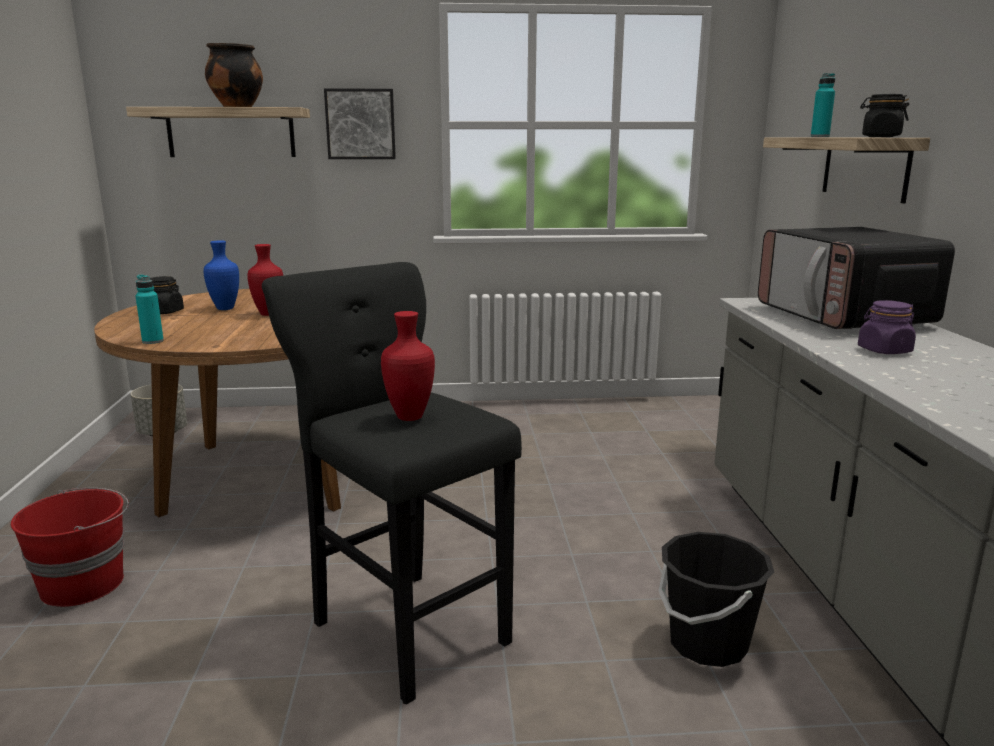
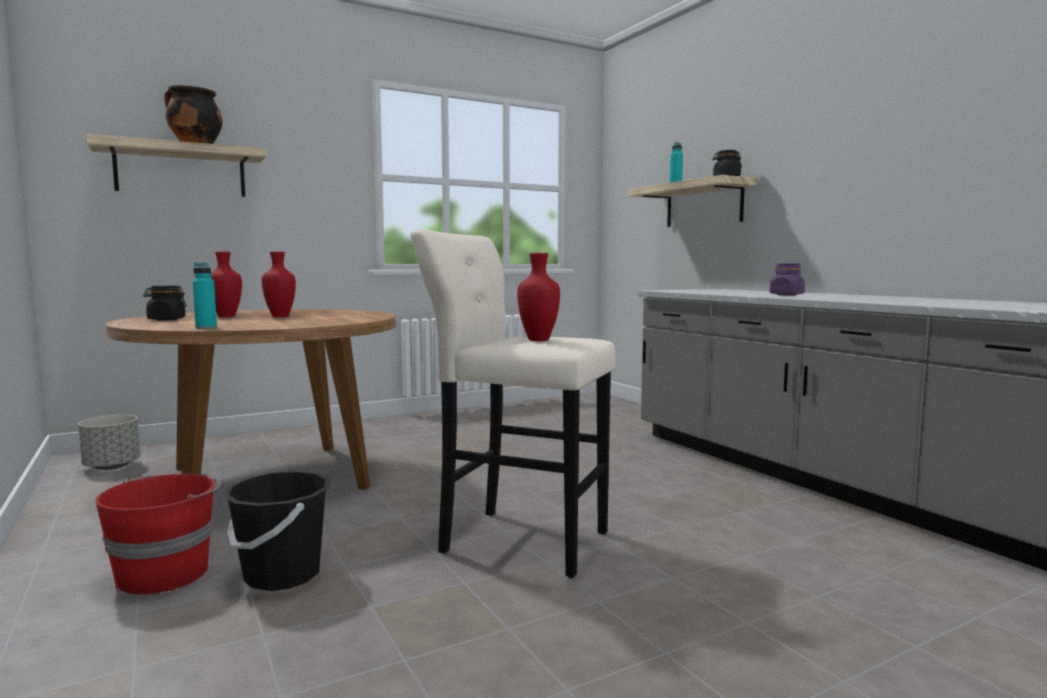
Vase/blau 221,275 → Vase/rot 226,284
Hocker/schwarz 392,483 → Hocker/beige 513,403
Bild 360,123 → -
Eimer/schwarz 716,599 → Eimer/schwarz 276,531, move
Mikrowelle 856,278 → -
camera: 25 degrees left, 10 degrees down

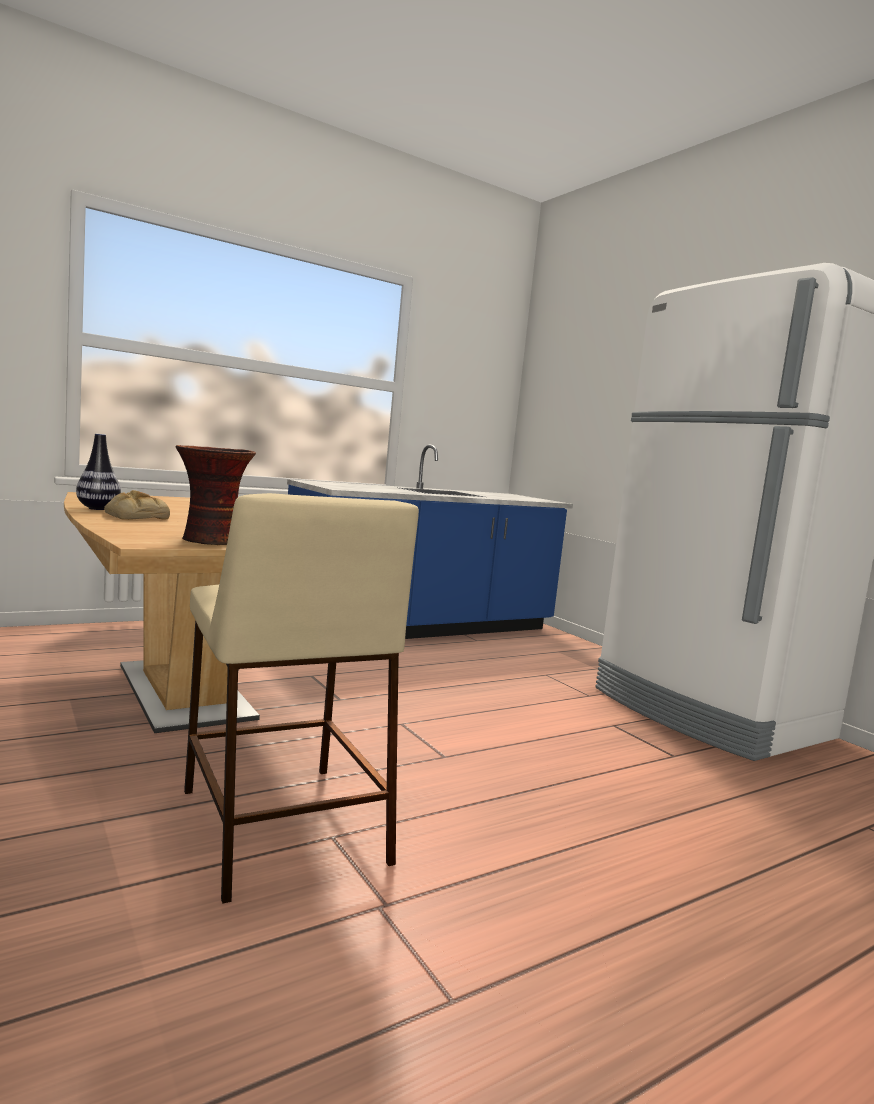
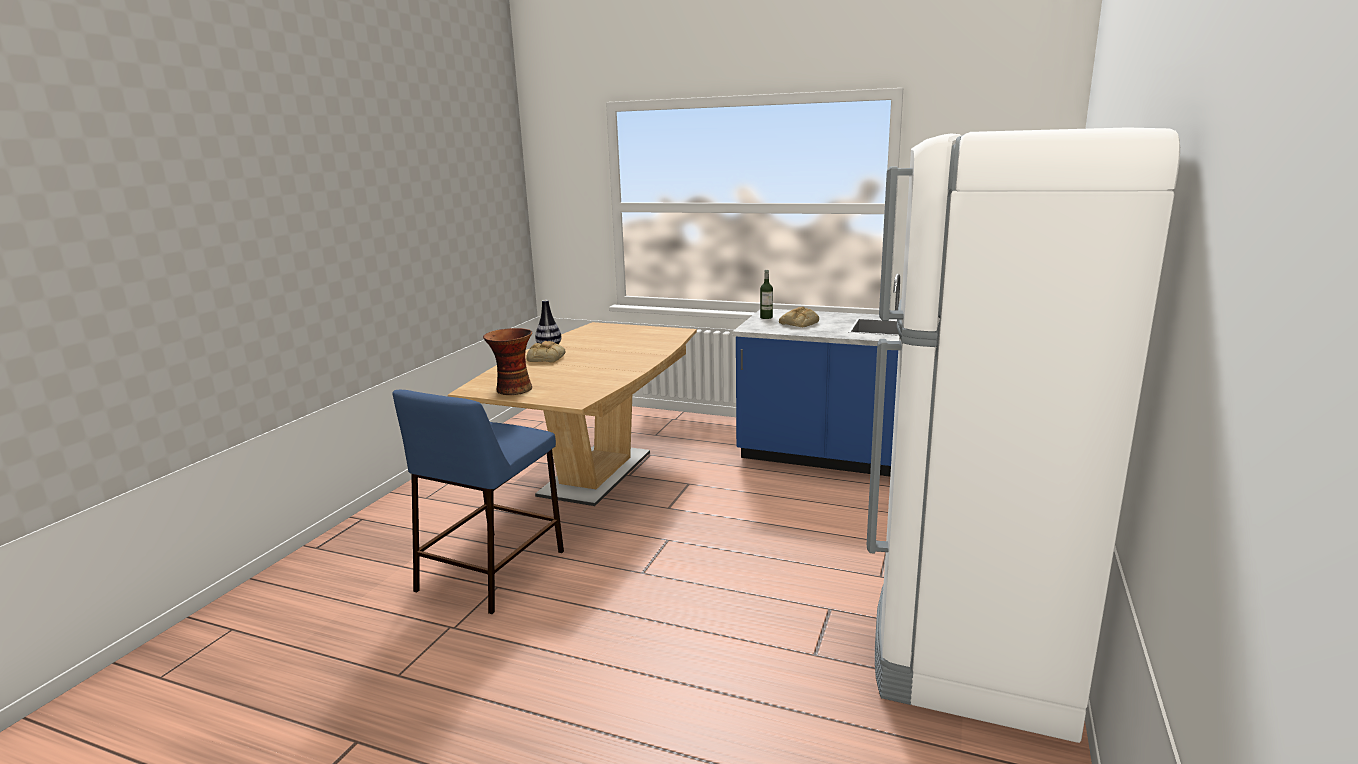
Hocker/beige 301,698 → Hocker/blau 478,502
- → Flasche 766,294
- → Brot 799,317
camera: 55 degrees right, 10 degrees up

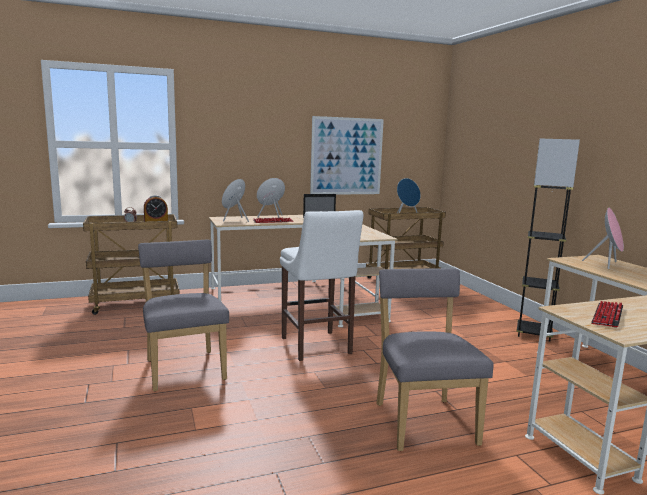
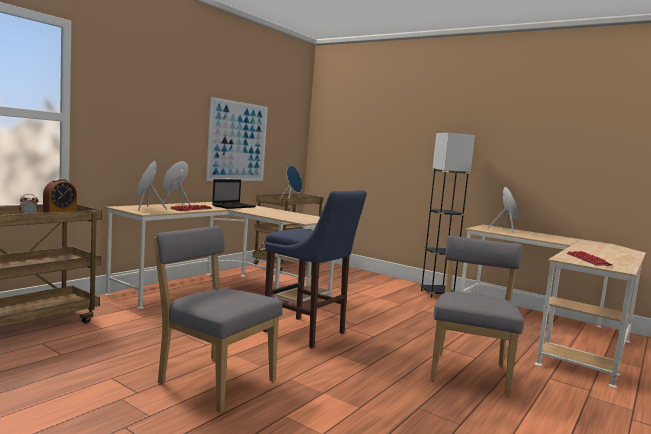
Hocker/weiß 321,285 → Hocker/blau 315,269
Stuhl/grau 435,359 → Stuhl/grau 477,316, 60 degrees clockwise
camera: 35 degrees left, 5 degrees down

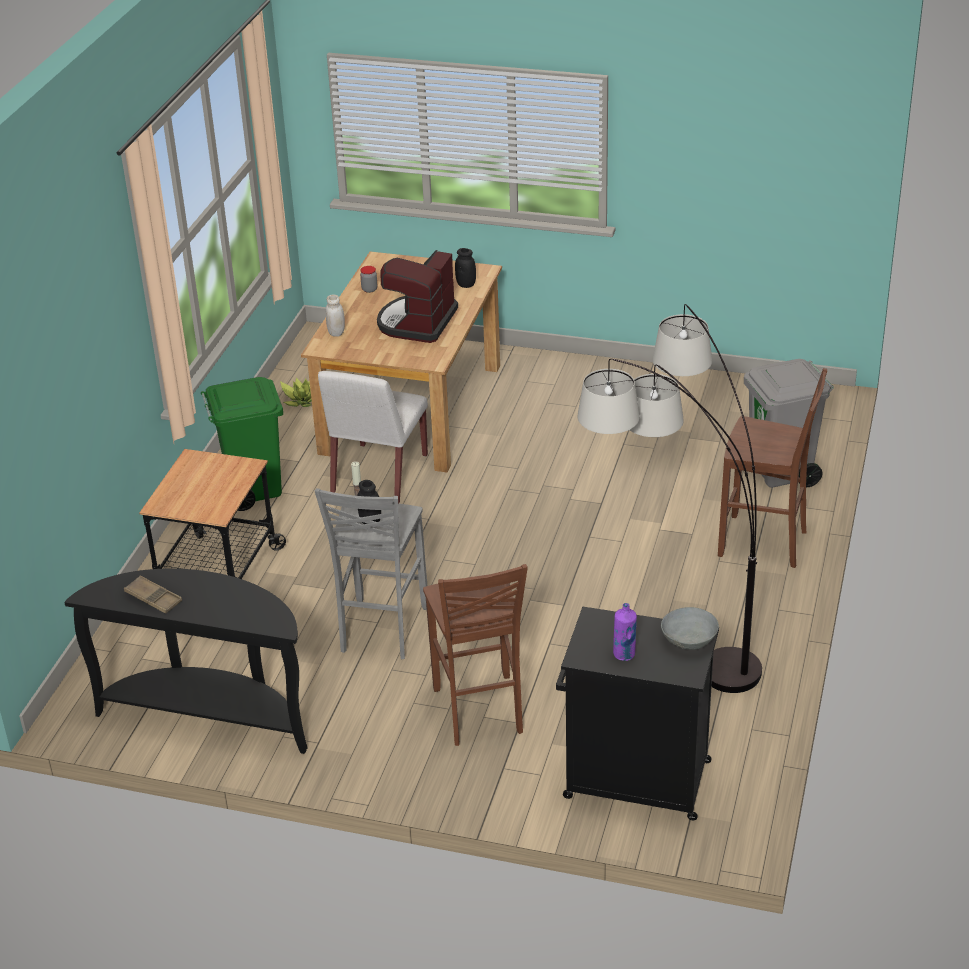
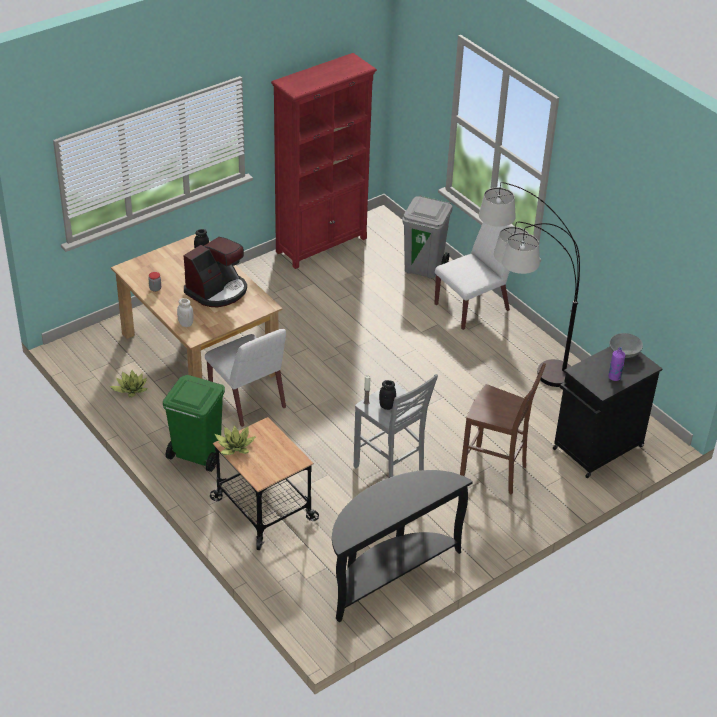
Tablett/braun 153,594 → -
Kaffeemaschine 417,296 → Kaffeemaschine 215,272, 105 degrees counterclockwise
Hocker/braun 772,468 → Stuhl/weiß 474,276
- → Topfpflanze 235,440
- → Bücherregal/rot 324,161
camera: 55 degrees left, 5 degrees up

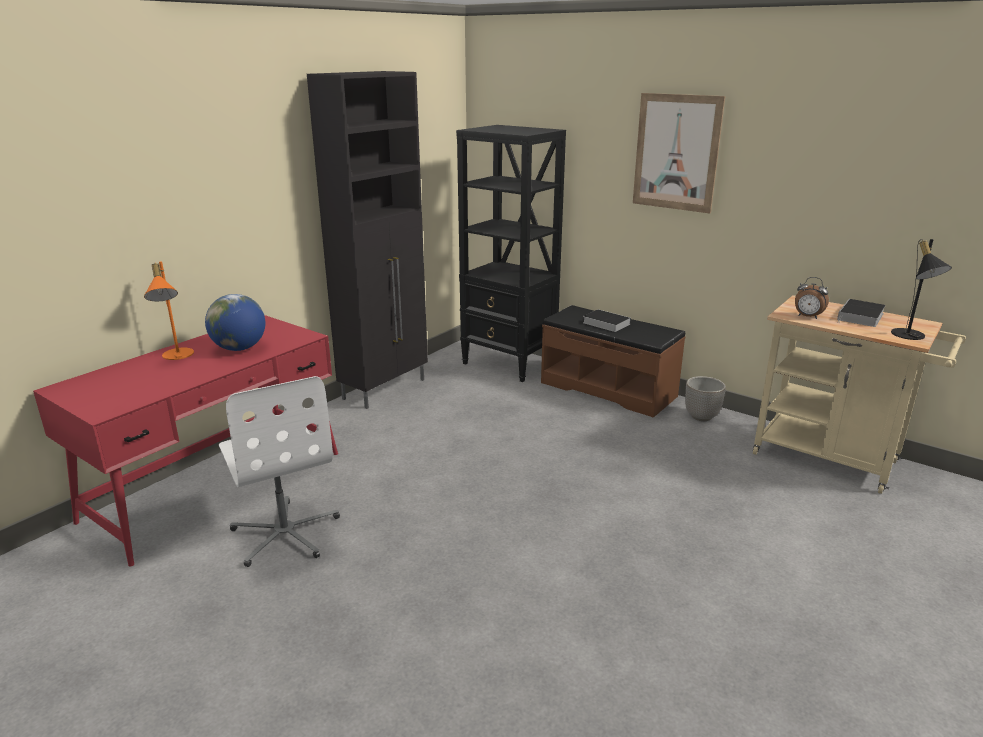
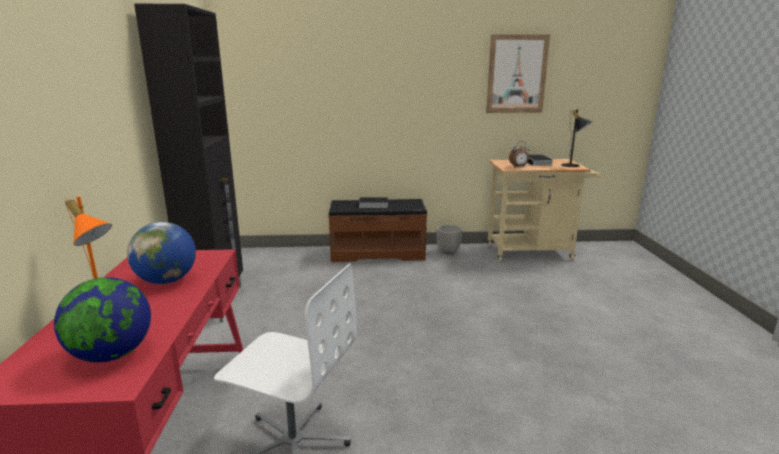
Bücherregal/schwarz 511,253 → -
Bild 679,153 → Bild 518,73, move
- → Globus 102,319
camera: 40 degrees left, 5 degrees down

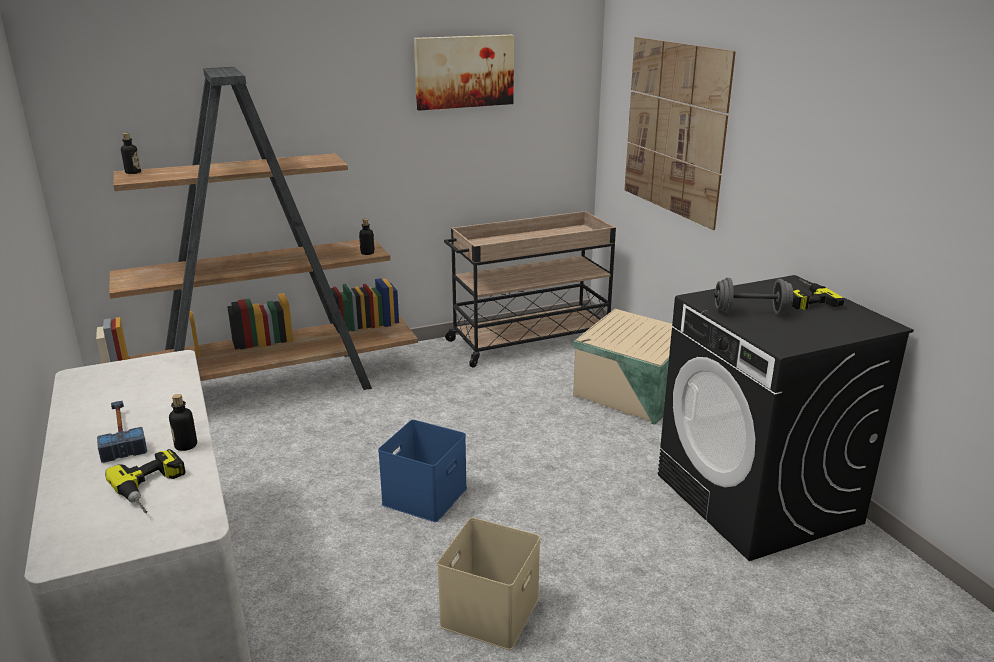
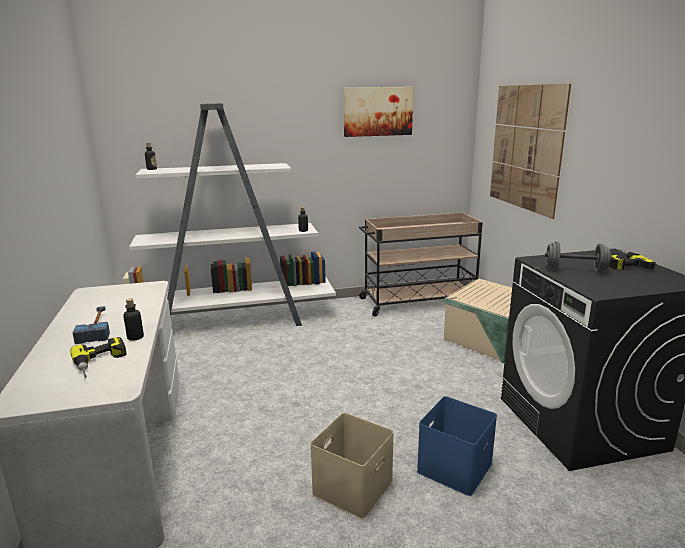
Bücherregal/braun 257,228 → Bücherregal/weiß 229,214
Aufbewahrungsbox/blau 422,471 → Aufbewahrungsbox/blau 457,446, move
camera: 10 degrees right, 5 degrees down

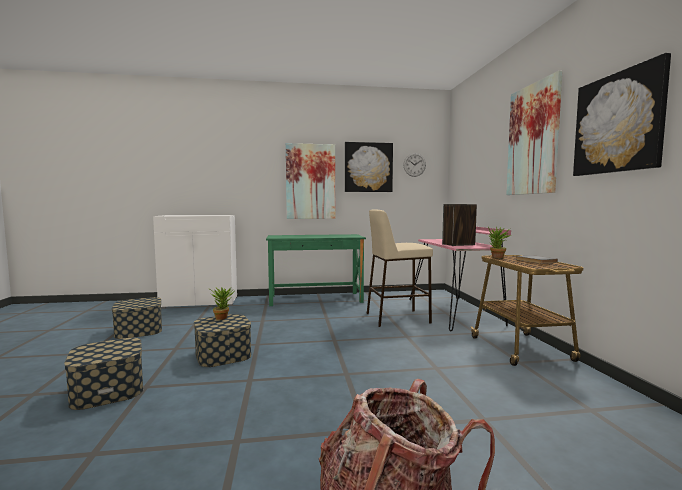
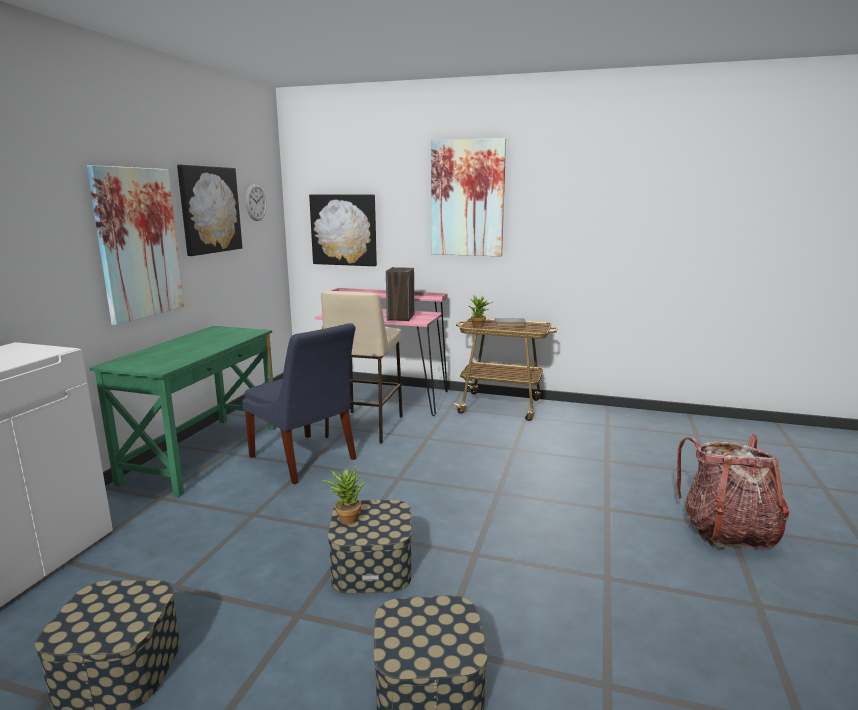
Bild 622,114 → Bild 343,230, move
- → Stuhl/blau 299,403
camera: 65 degrees left, 10 degrees up

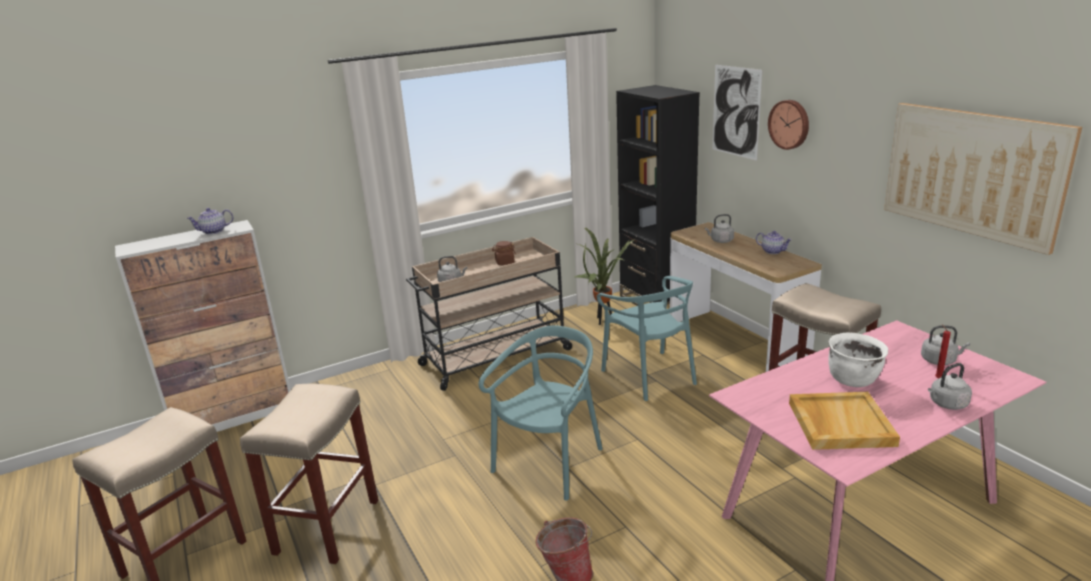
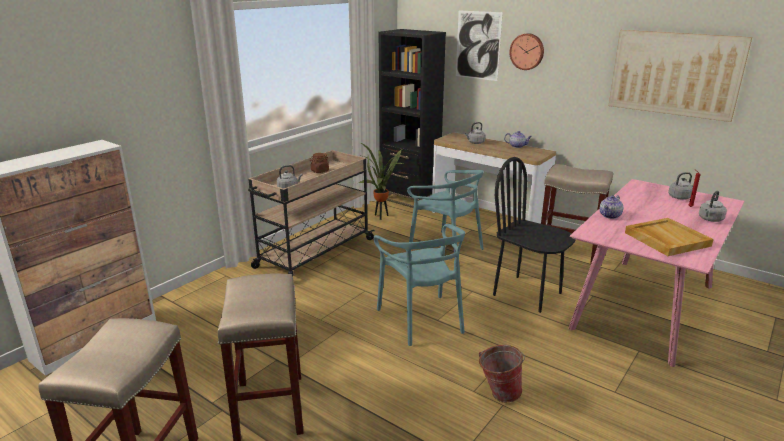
Teekanne 210,221 → Teekanne 611,207, move
Stuhl/türkis 540,413 → Stuhl/türkis 419,285, 150 degrees clockwise
Kochtopf/weiß 858,359 → -
- → Stuhl/schwarz 534,235
camera: 25 degrees left, 0 degrees up

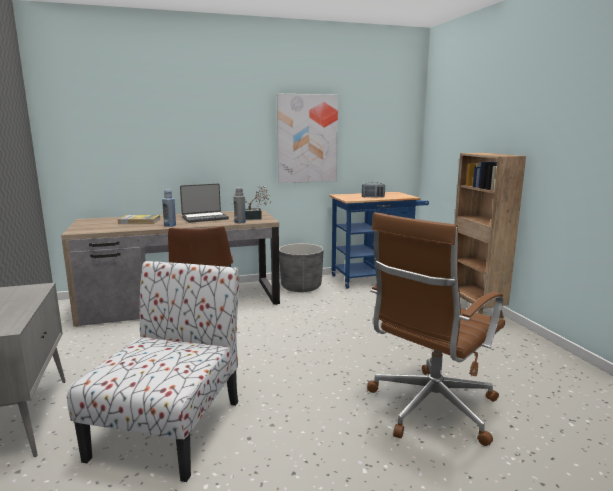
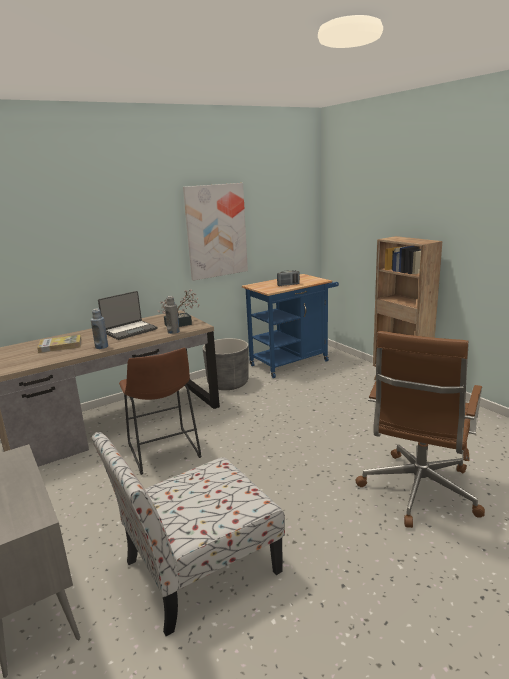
Stuhl 153,371 → Stuhl 188,534, 120 degrees counterclockwise
camera: 15 degrees left, 5 degrees up

